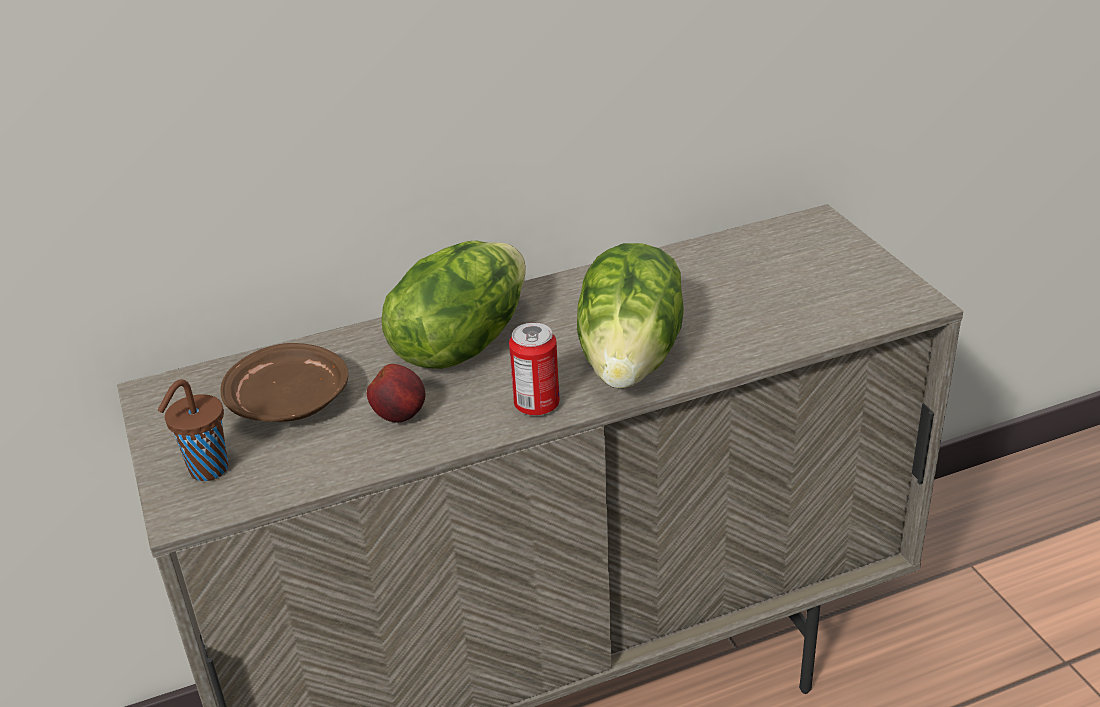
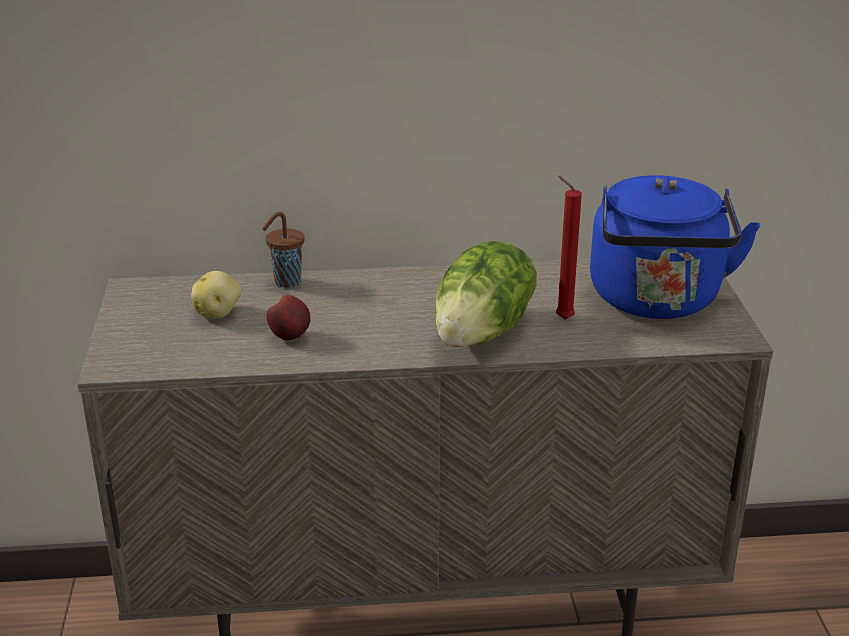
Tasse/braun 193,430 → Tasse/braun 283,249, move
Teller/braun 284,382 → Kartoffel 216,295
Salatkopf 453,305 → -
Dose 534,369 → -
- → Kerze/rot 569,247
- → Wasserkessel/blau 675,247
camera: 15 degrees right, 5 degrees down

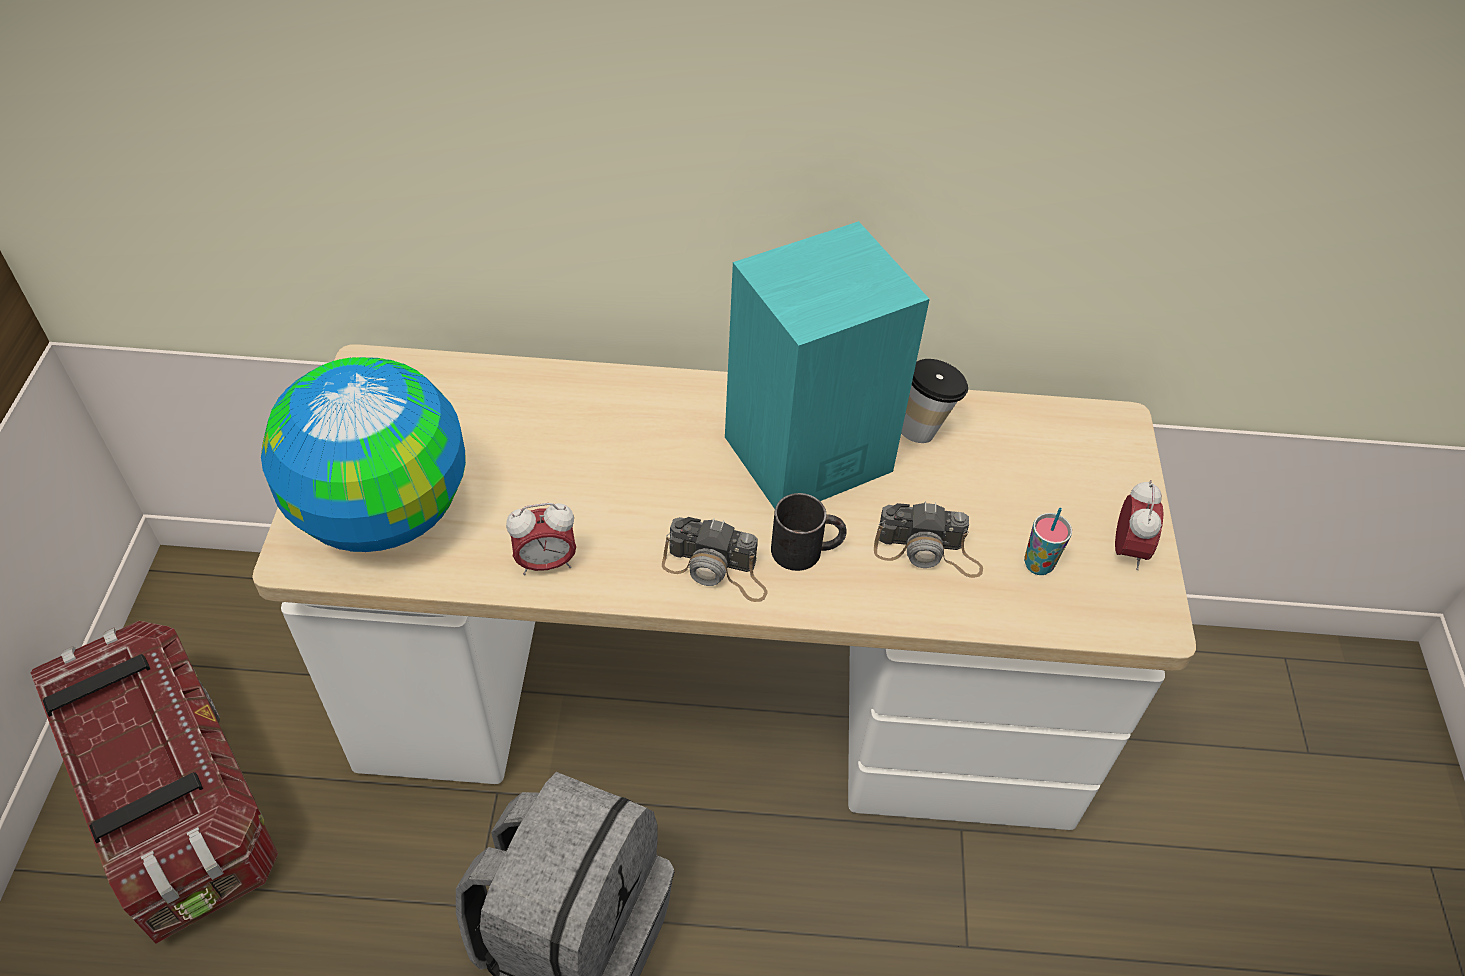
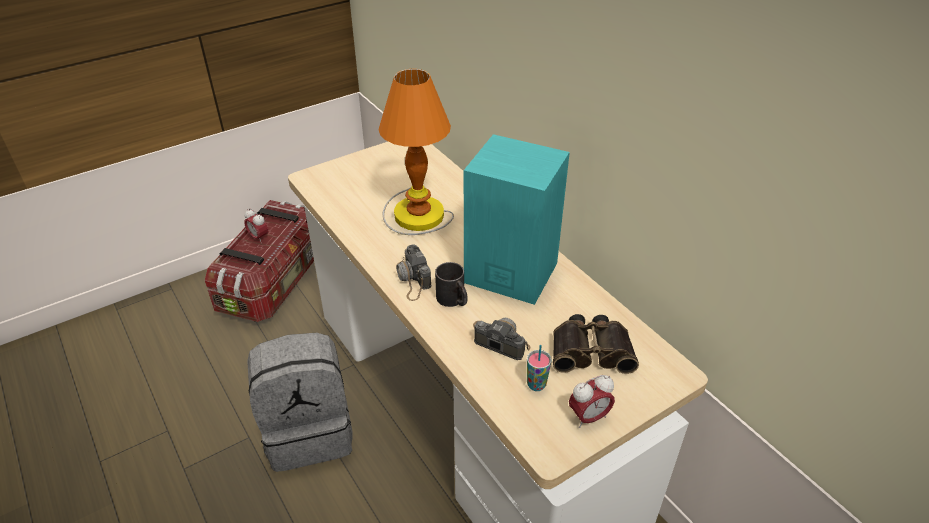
Globus 363,454 → -
Wecker 541,539 → Wecker 256,225, move
Kamera 928,540 → Kamera 501,339, 150 degrees clockwise
Tasse 934,401 → -
- → Tischlampe 416,152
- → Fernglas 596,344
camera: 55 degrees right, 10 degrees down

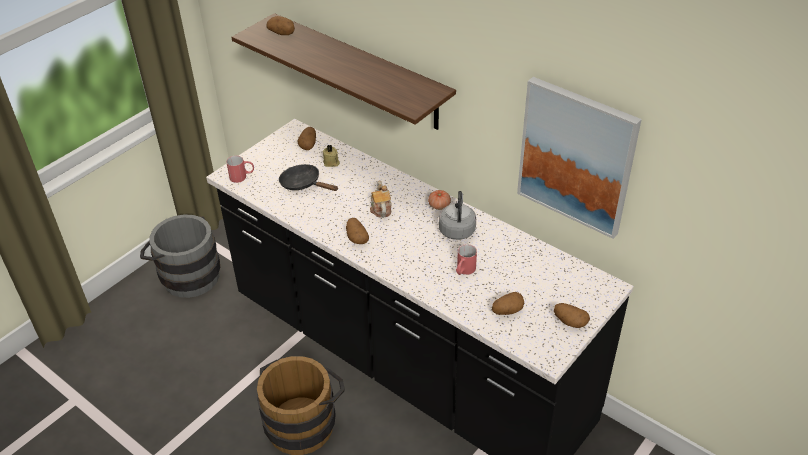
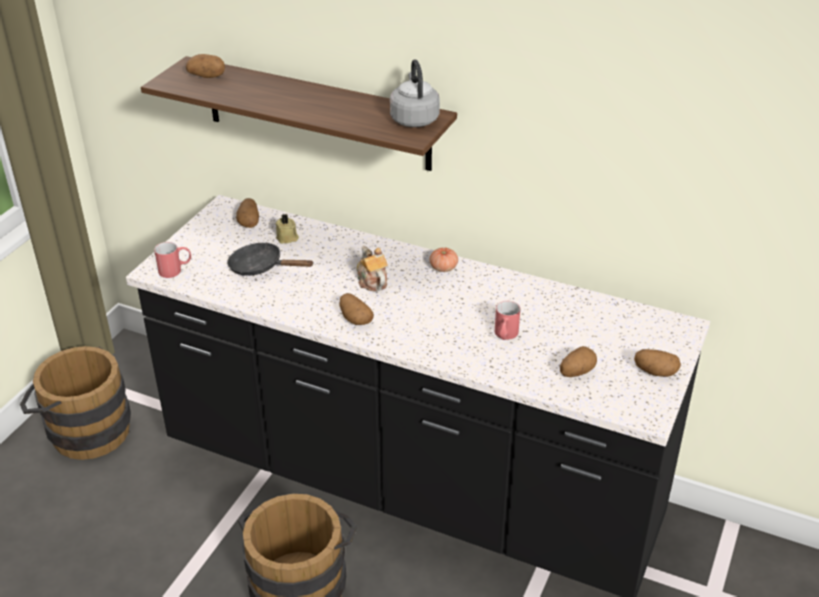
Eimer/grau 180,256 → Eimer/braun 75,403
Wasserkessel/grau 457,215 → Wasserkessel/grau 415,93, move
Bild 579,158 → -
camera: 15 degrees left, 5 degrees down

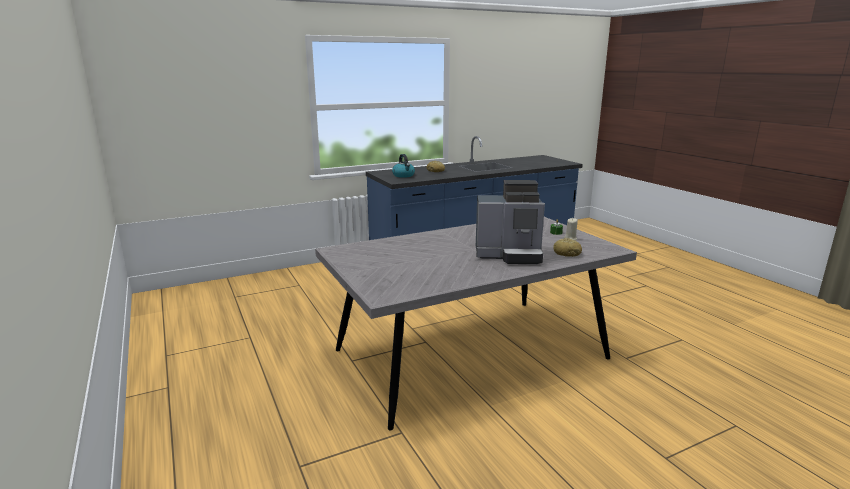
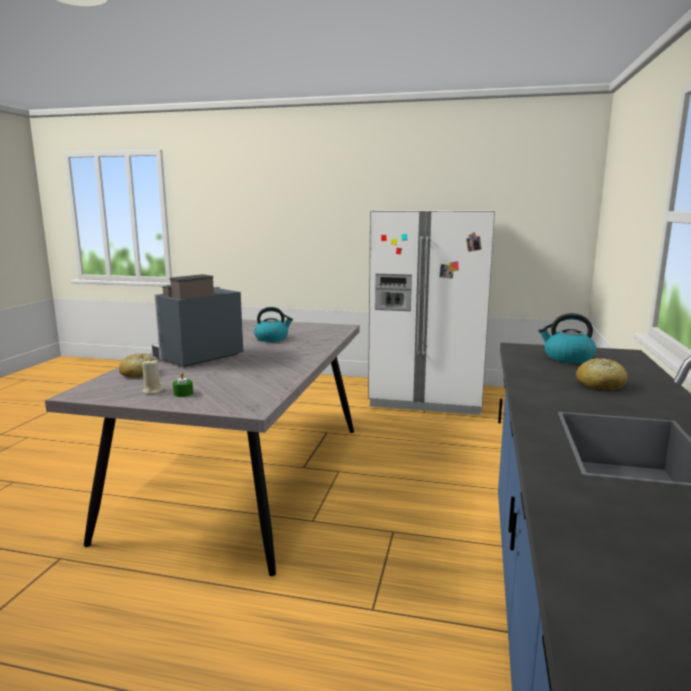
- → Wasserkessel 273,324
- → Kühlschrank/weiß 431,312
camera: 130 degrees right, 5 degrees down

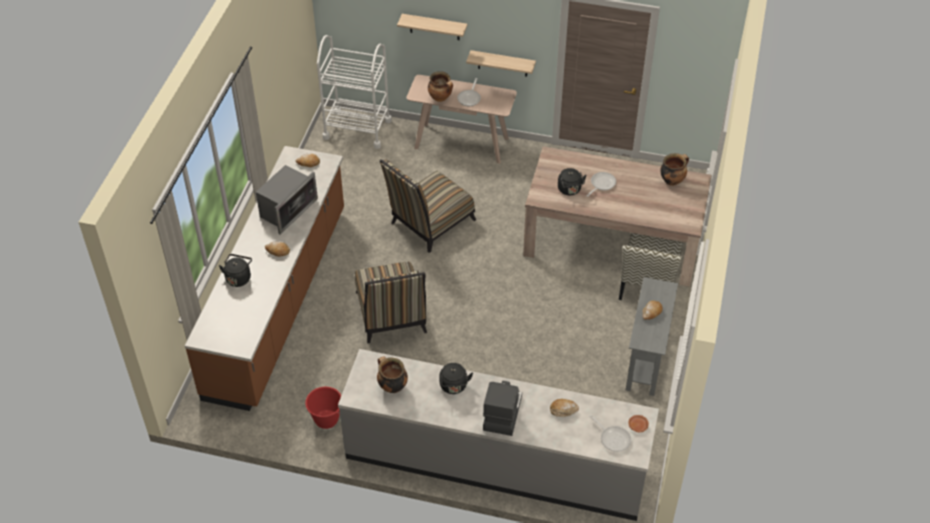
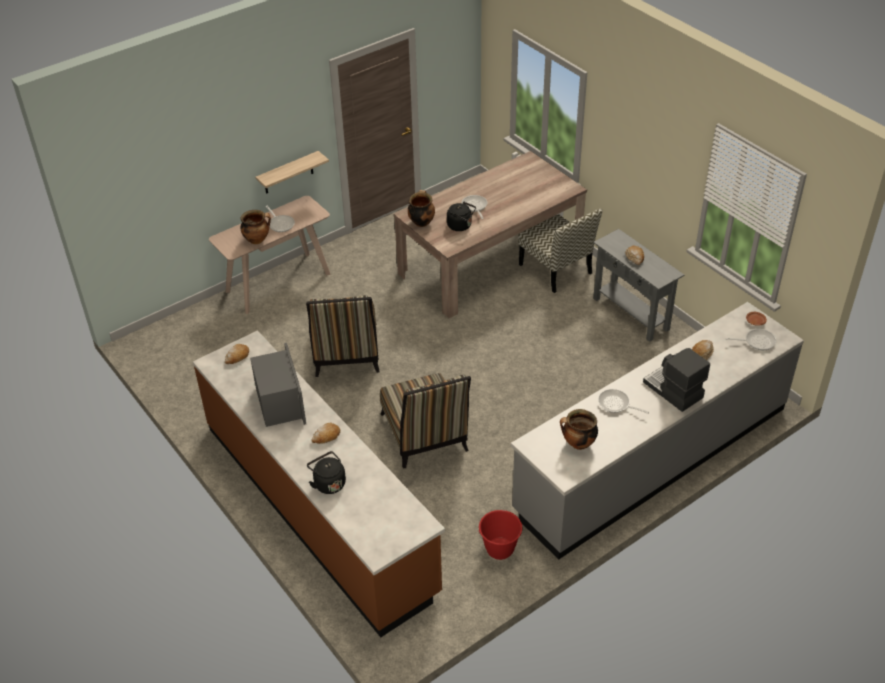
Rollwagen/weiß 354,92 → -
Stuhl 391,302 → Stuhl 425,421, 45 degrees clockwise
Wandregal 432,27 → -
Wasserkessel/schwarz 456,378 → Pfanne 623,401
Kochtopf 674,169 → Kochtopf 421,208, move
camera: 50 degrees left, 5 degrees down

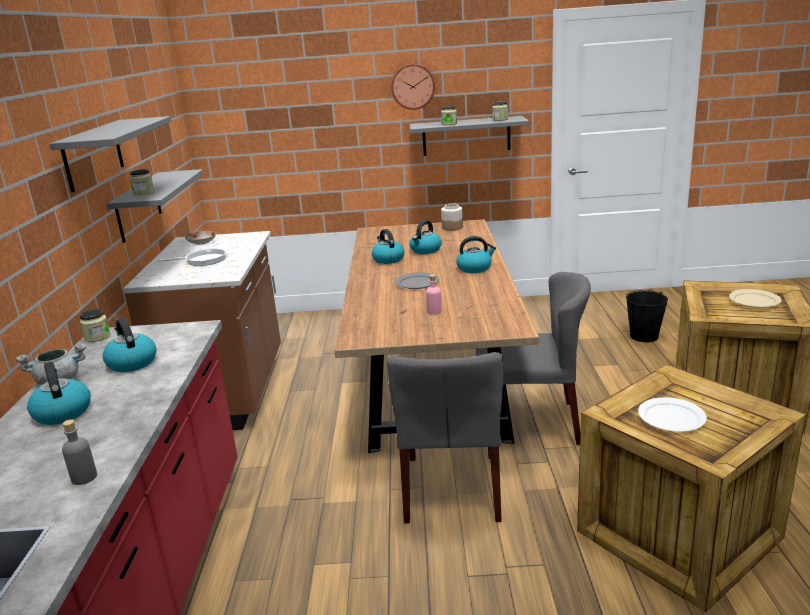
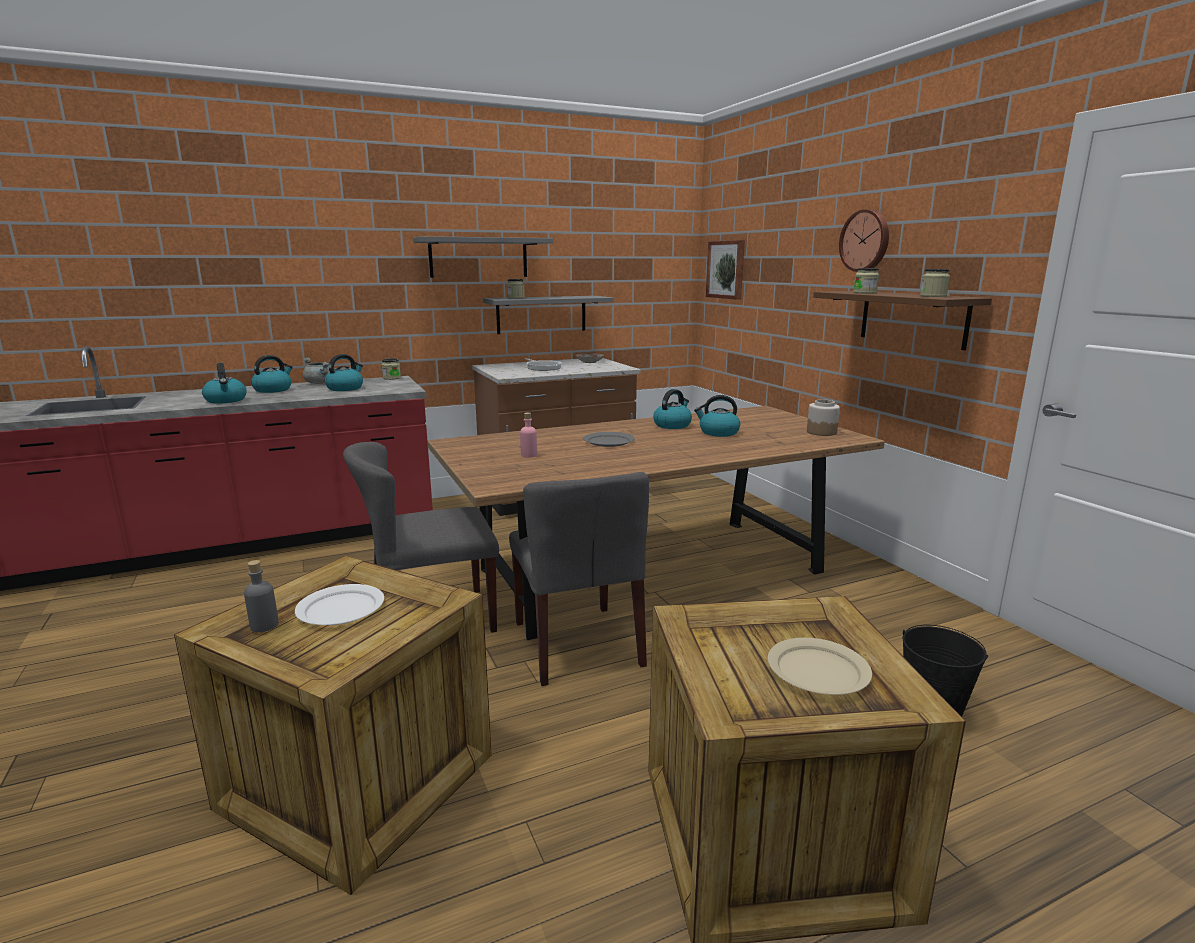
Flasche/grau 79,452 → Flasche/grau 261,596, move
Wandregal/grau 469,136 → Wandregal/braun 902,320
Wasserkessel 476,254 → Wasserkessel 224,383, move
- → Bild 725,270
camera: 65 degrees right, 5 degrees down

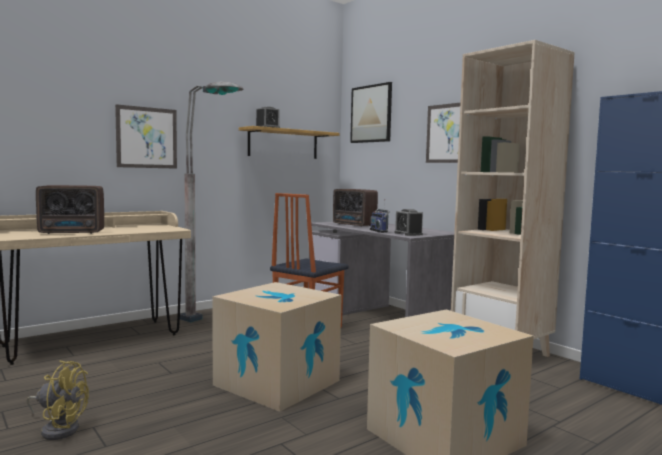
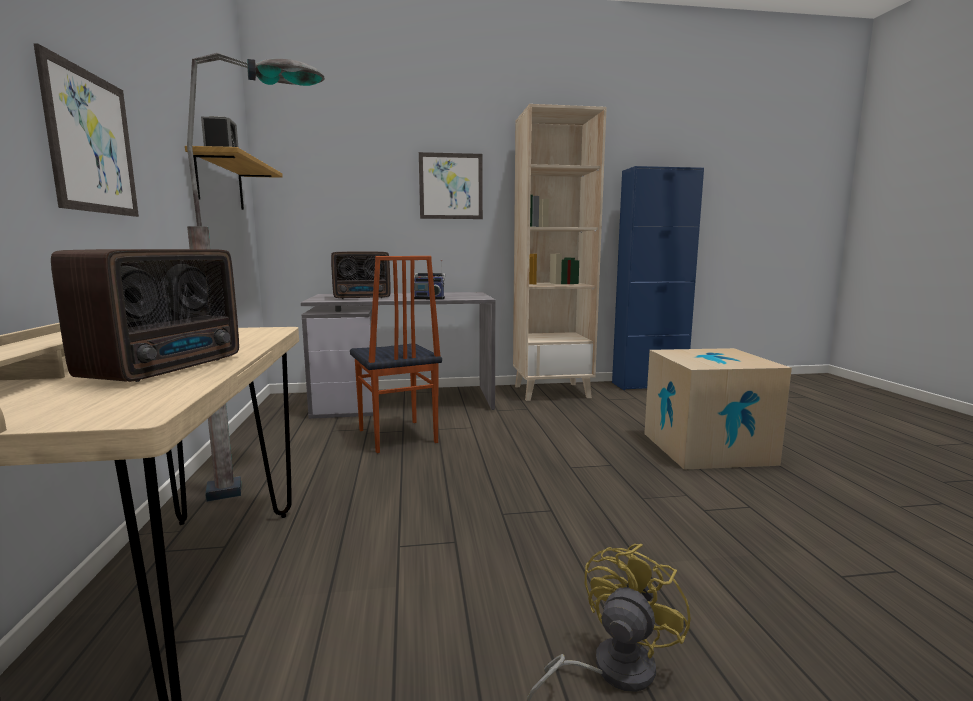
Karton 277,347 → -
Bild 371,112 → -
Wecker 409,222 → -
camera: 60 degrees left, 5 degrees up

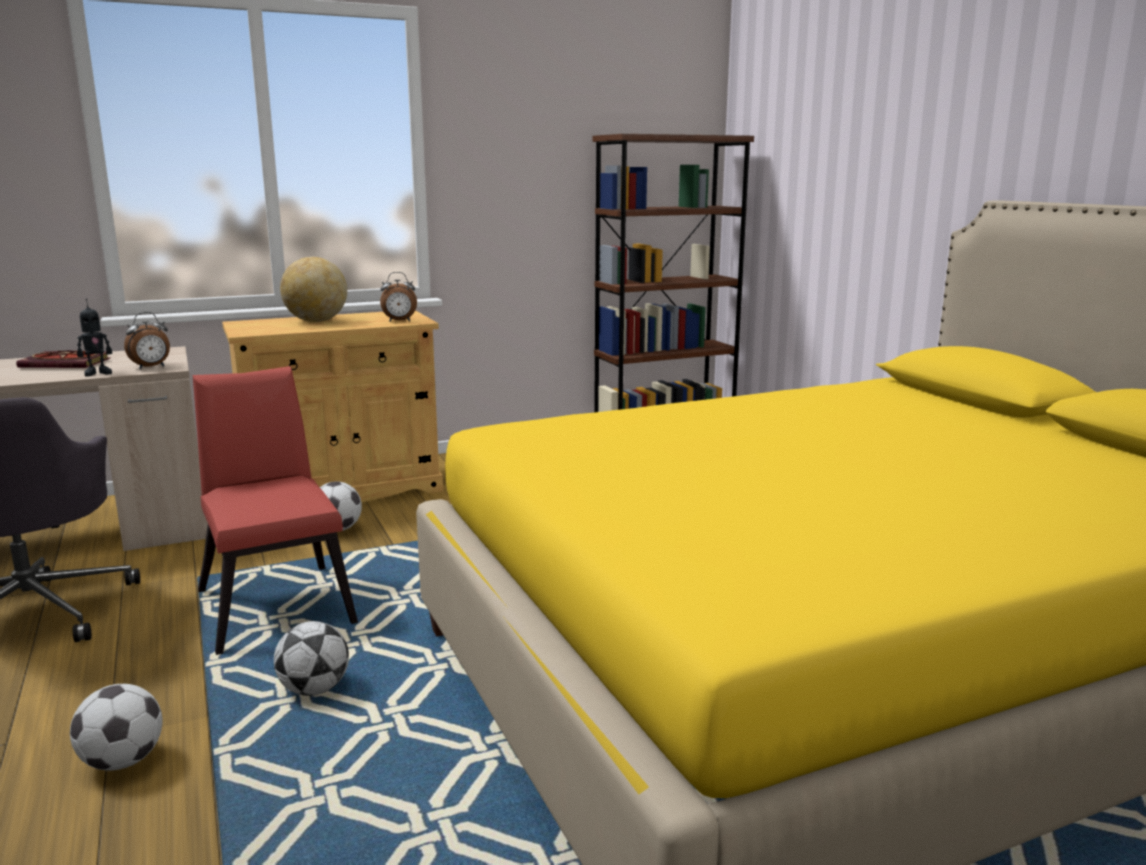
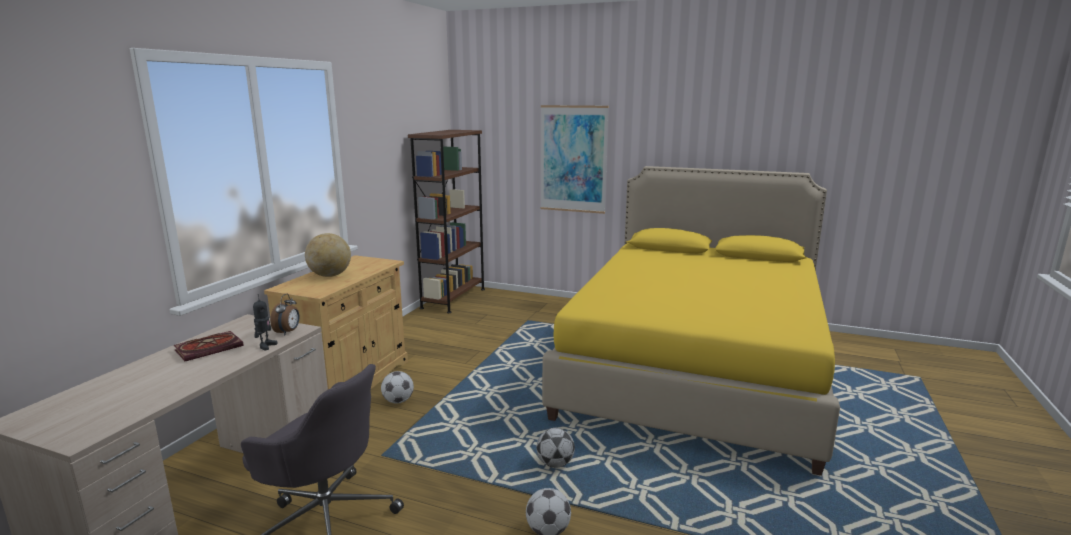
Stuhl/rot 275,510 → -
Wecker 398,297 → -
- → Bild 574,159
camera: 45 degrees left, 0 degrees up

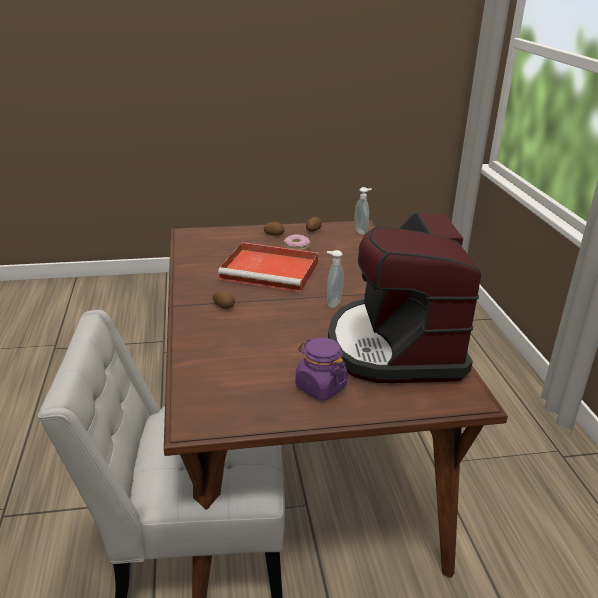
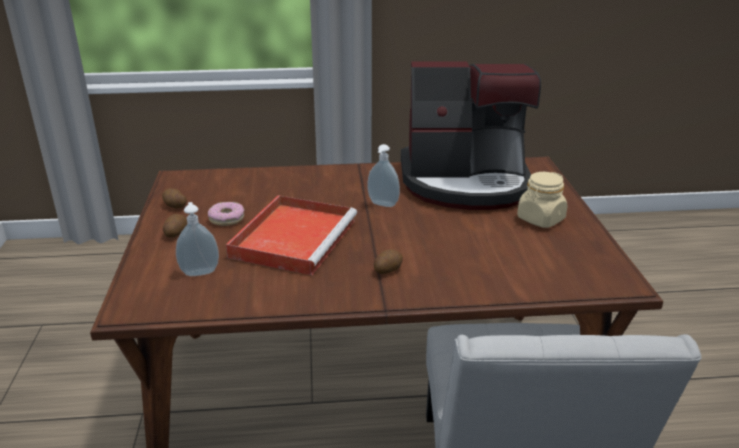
Vorratsglas/lila 321,369 → Vorratsglas/beige 542,200
Seifenspender 363,210 → Seifenspender 197,239, move
camera: 85 degrees left, 0 degrees up

